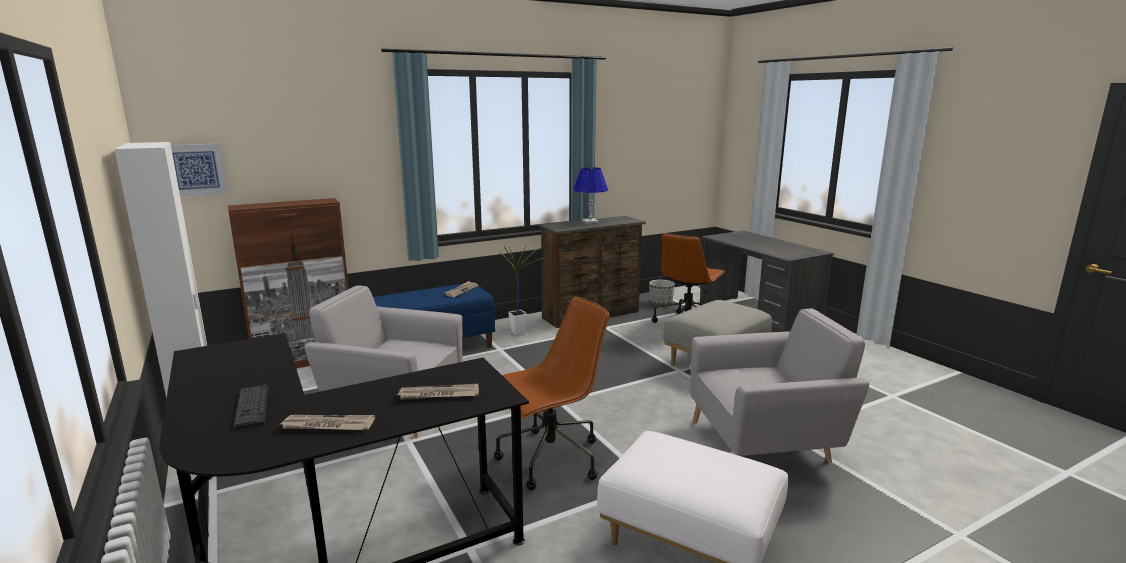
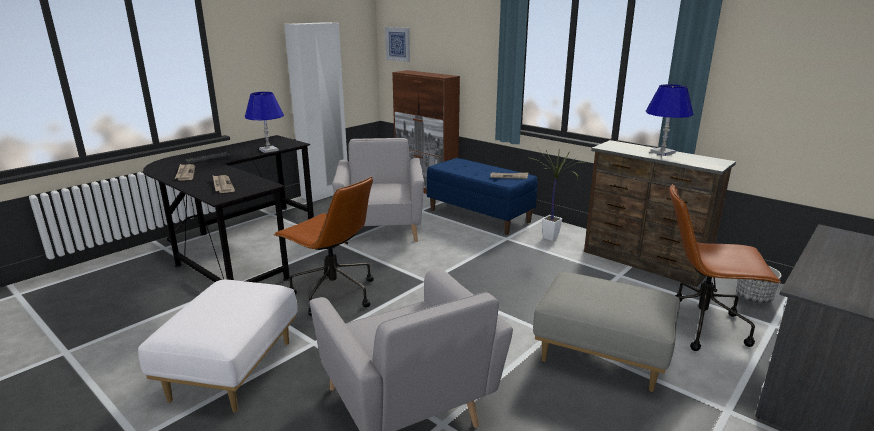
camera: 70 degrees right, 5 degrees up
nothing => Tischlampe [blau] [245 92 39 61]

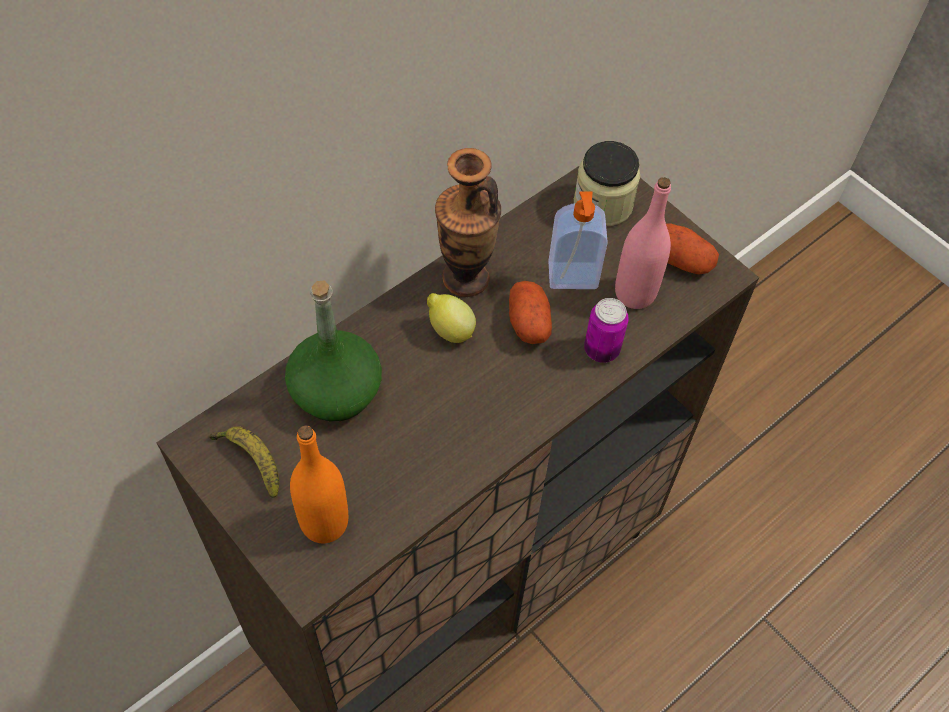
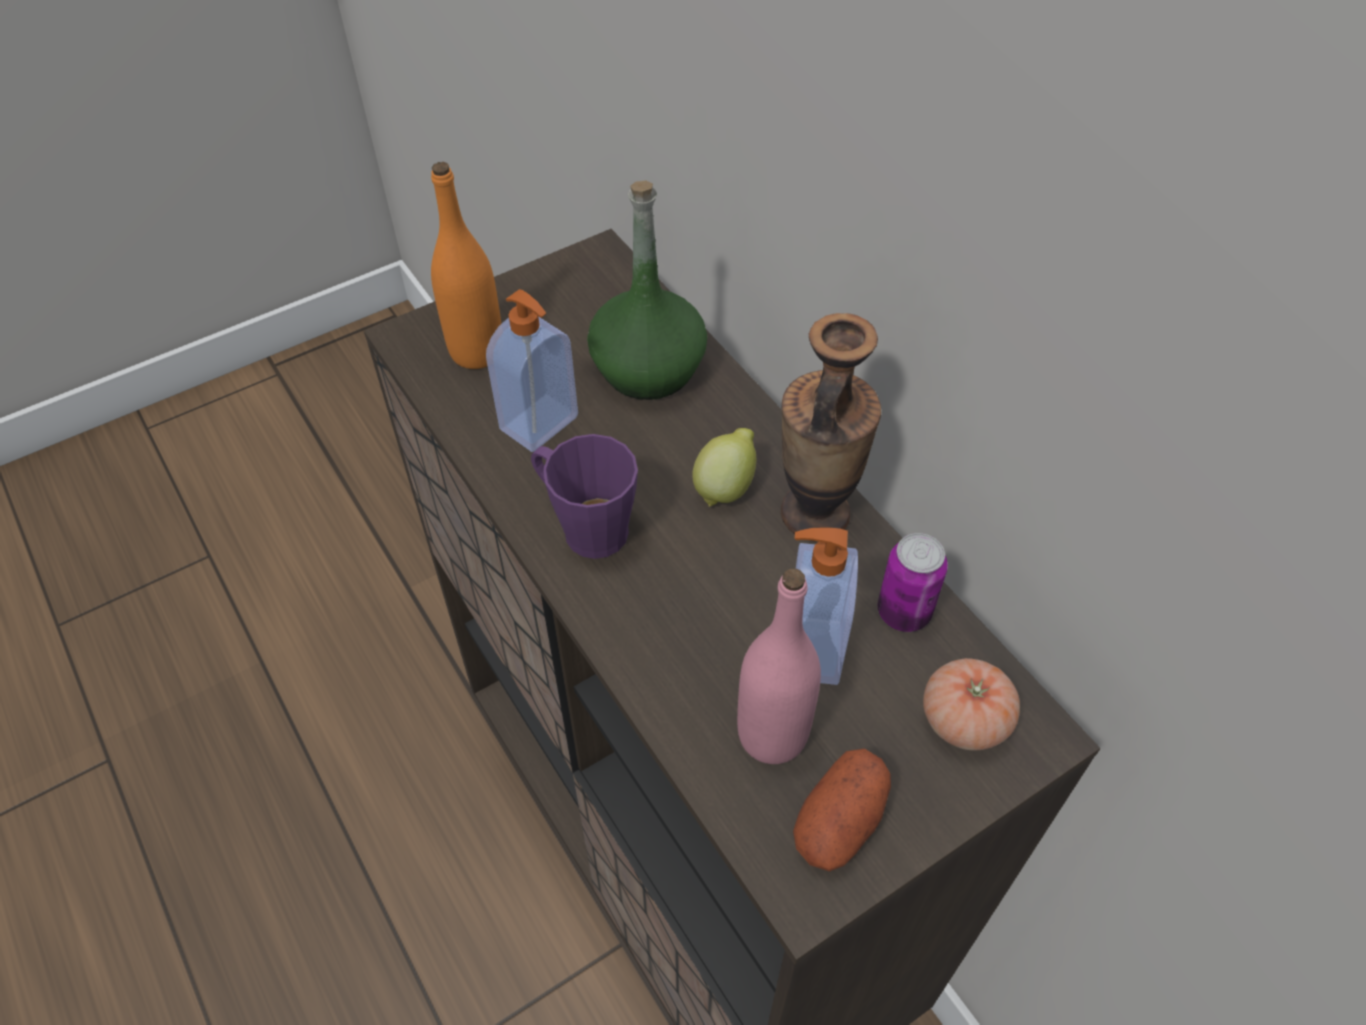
camera: 100 degrees right, 5 degrees down
Banane [209 426 70 72] => nothing
Kartoffel [509 281 43 63] => nothing
Vorratsglas [574 141 66 85] => Tomate [923 658 97 93]
Dose [584 298 45 65] => Dose [878 533 70 99], moved
nothing => Seifenspender [486 289 92 163]
nothing => Henkelbecher [lila] [531 434 107 125]

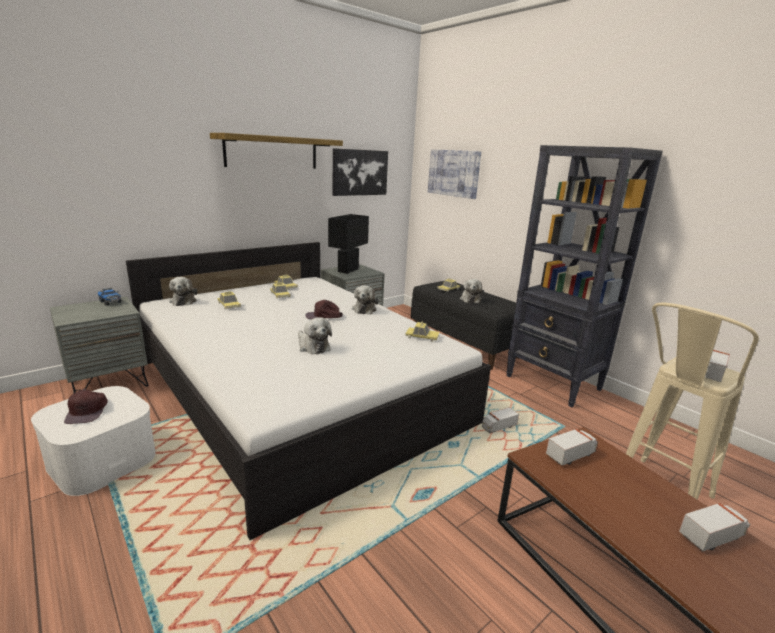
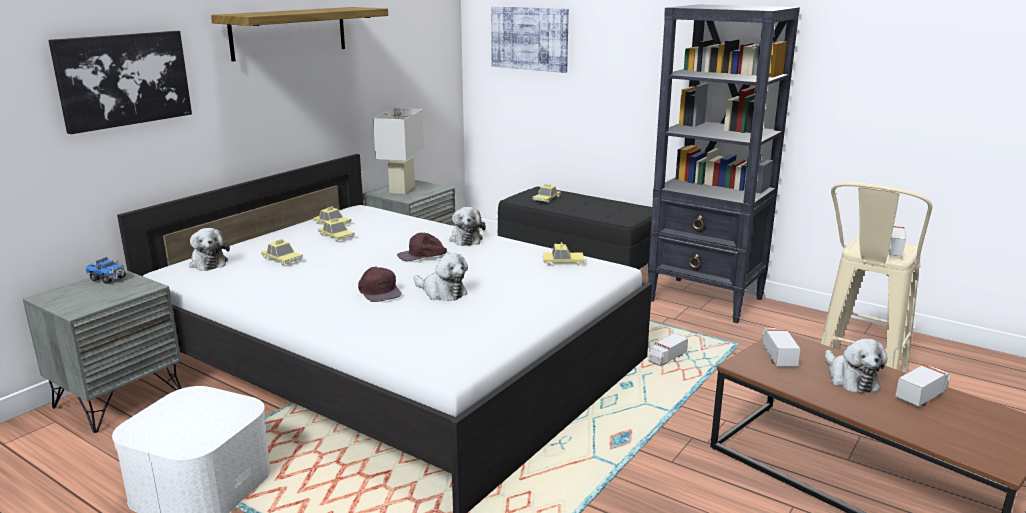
camera: 15 degrees left, 0 degrees up
Kappe [braun] [64 389 44 35] => Kappe [braun] [358 266 43 36], moved
Tischlampe [schwarz] [328 214 41 60] => Tischlampe [weiß] [373 108 51 87]
Bild [333 148 55 48] => Bild [48 31 144 103], moved
Plüschtier [460 279 24 25] => Plüschtier [825 339 62 55], moved
Spielzeuglaster [546 429 52 37] => Spielzeuglaster [762 328 39 38], 45 degrees counterclockwise

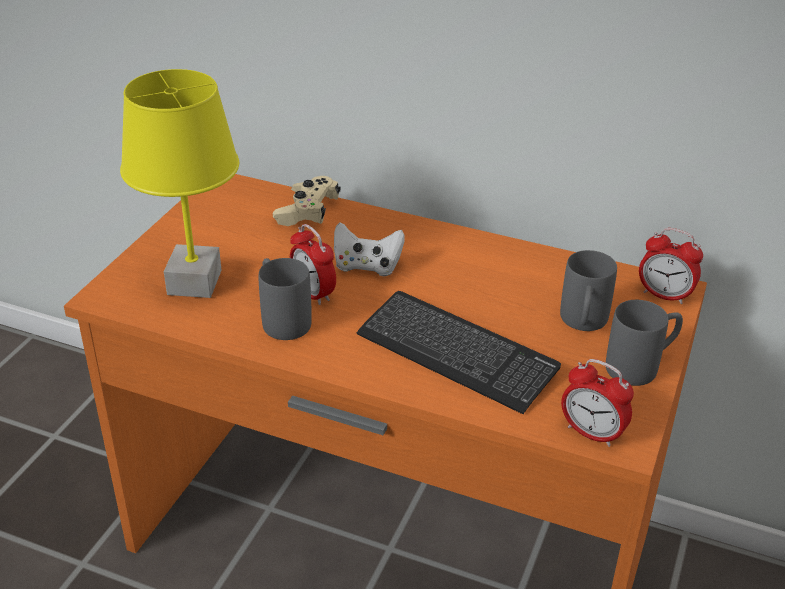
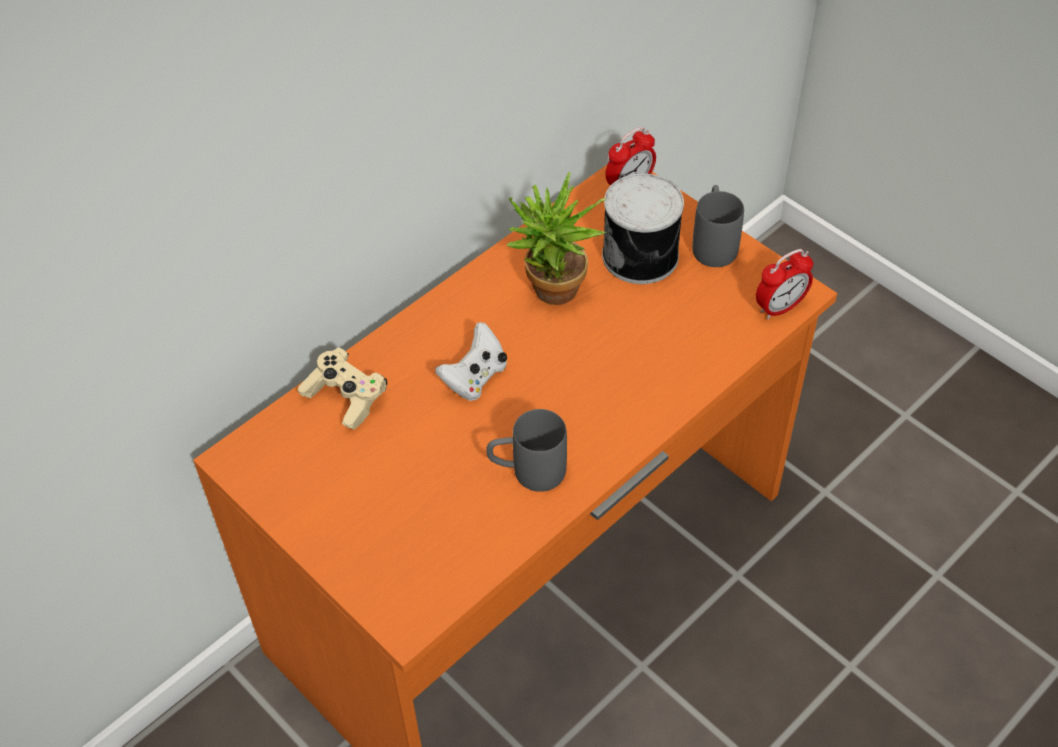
camera: 65 degrees left, 15 degrees up
Tischlampe [gelb] [120 69 119 229] => nothing
Wecker [290 224 46 81] => nothing
Tastatur [357 291 204 123] => nothing
Henkelbecher [grau] [560 250 57 81] => Dose [602 173 82 111]
nothing => Topfpflanze [507 172 99 133]

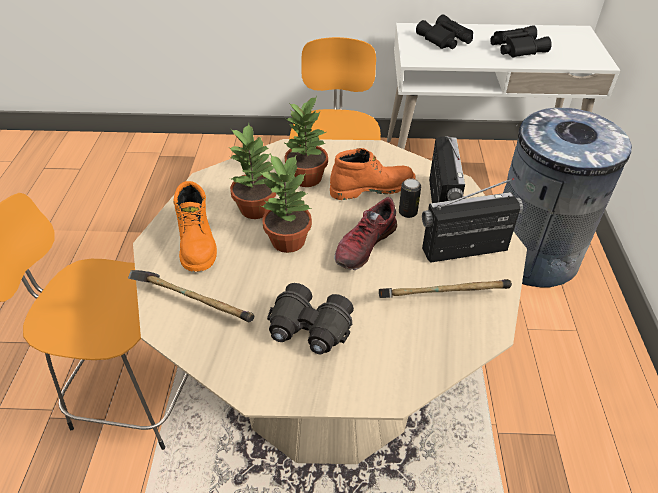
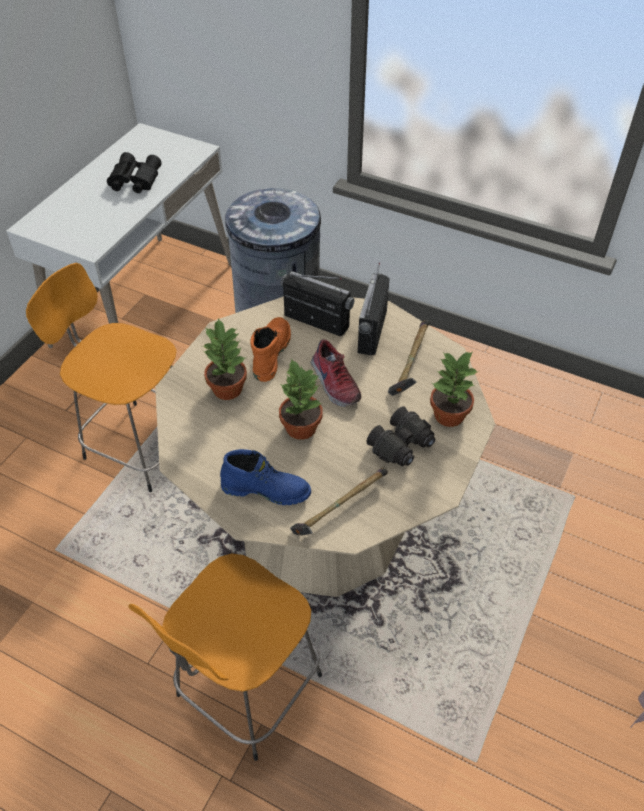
camera: 65 degrees left, 5 degrees up
Stiefel [orange] [173 181 44 91] => Stiefel [blau] [220 449 91 56]
Topfpflanze [229 123 47 96] => Topfpflanze [430 352 49 75], moved
Dose [399 178 22 40] => nothing
Fernglas [schwarz] [416 14 57 35] => nothing

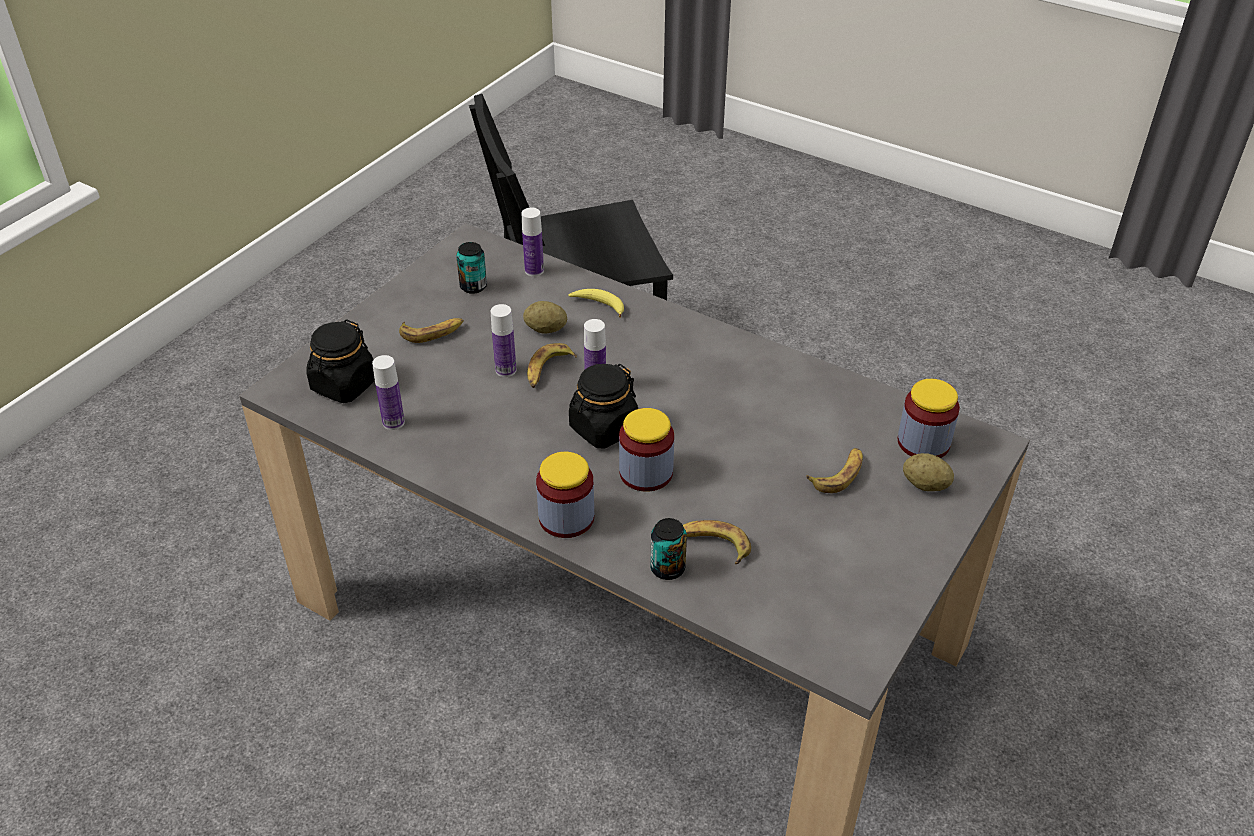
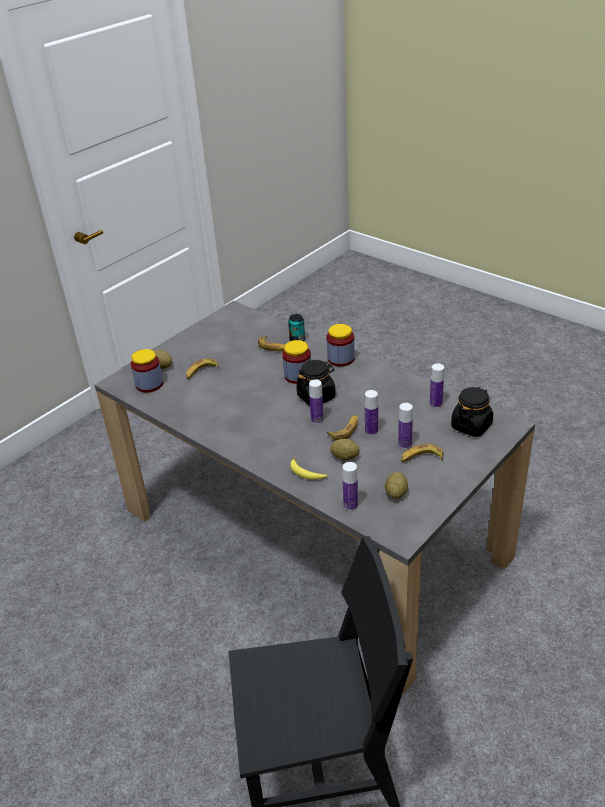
camera: 170 degrees left, 5 degrees down
Dose [456 242 31 52] => Kartoffel [385 472 23 27]
nothing => Flasche [398 403 15 46]

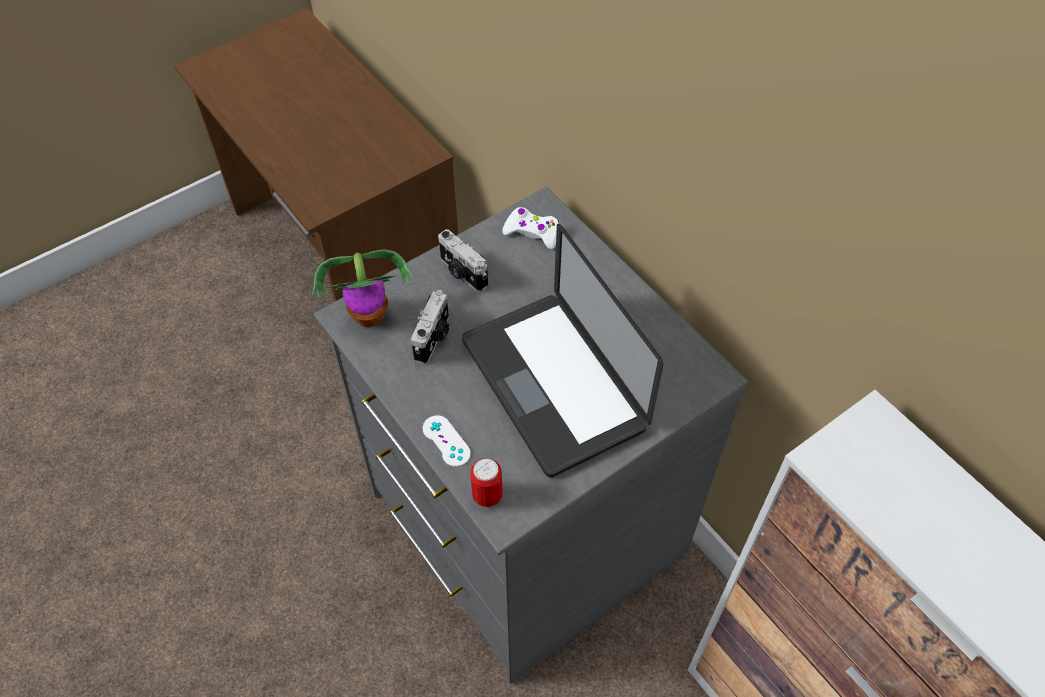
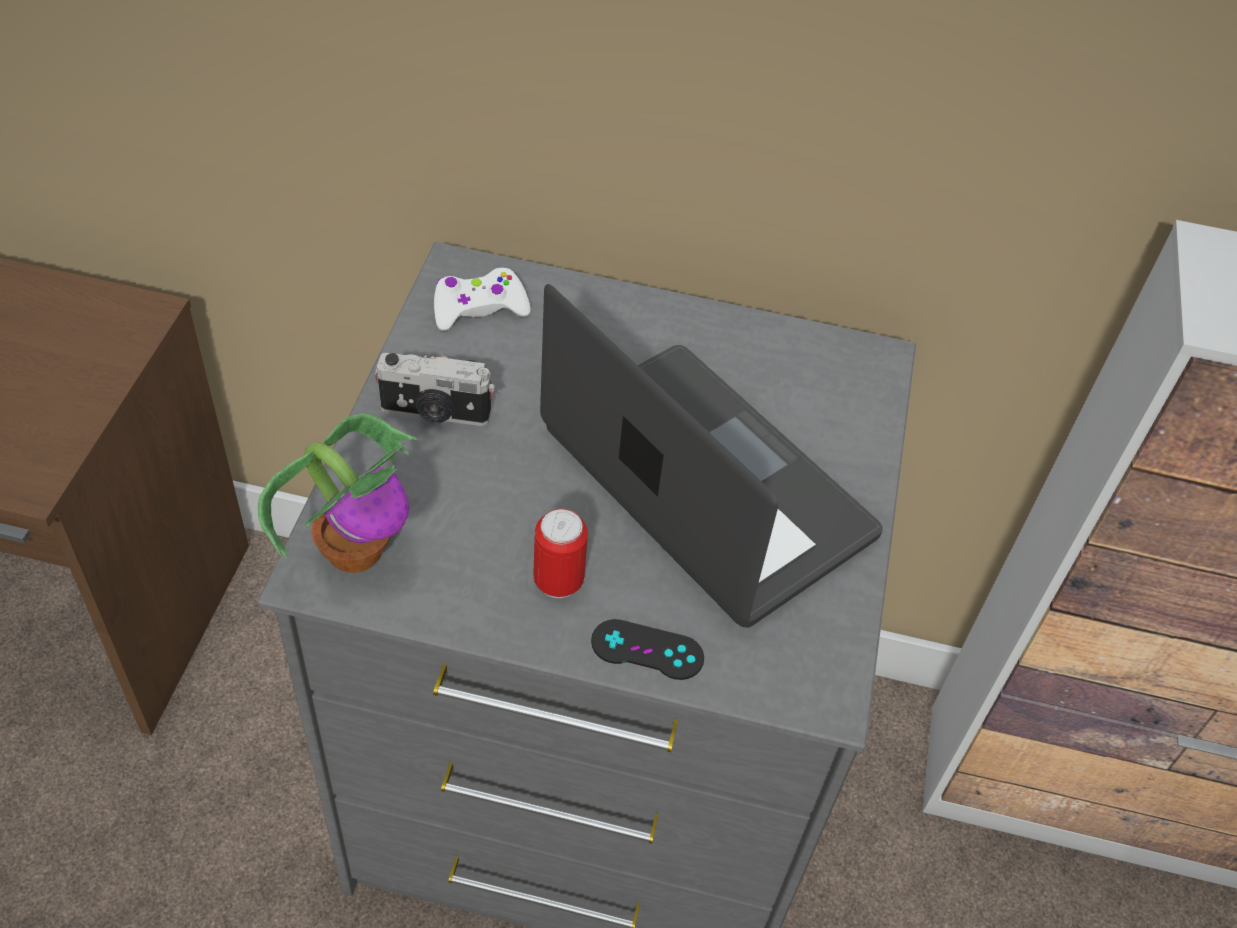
camera: 45 degrees left, 5 degrees down
Kamera [411 290 38 75] => nothing
Gamepad [weiß] [423 415 48 52] => Gamepad [schwarz] [591 619 113 61]
Laptop [462 224 201 253] => Laptop [540 284 343 343], 150 degrees counterclockwise
Dose [470 458 33 49] => Dose [533 508 55 90], moved

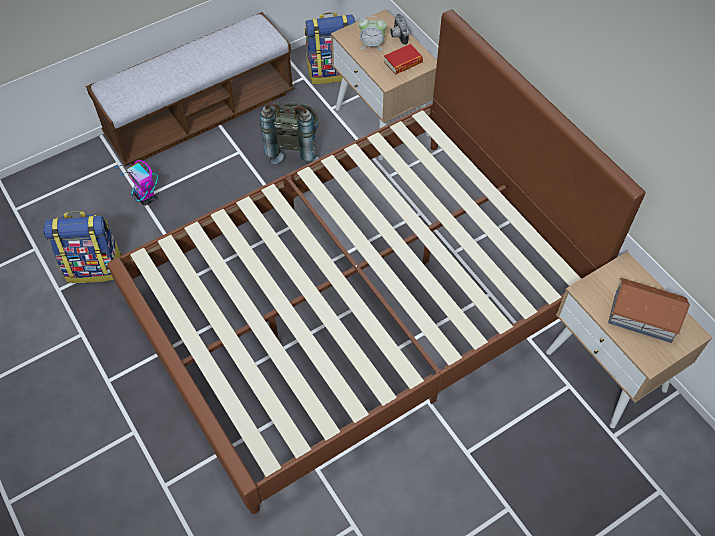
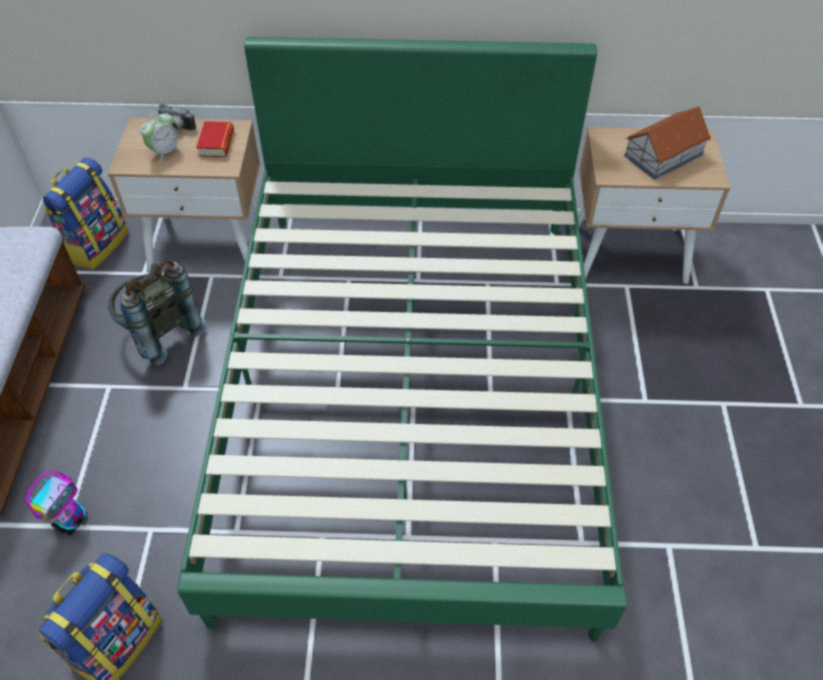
camera: 55 degrees left, 5 degrees down
Bett [braun] [107 10 538 504] => Bett [grün] [177 37 450 605]
Spielzeugroboter [115 160 43 46] => Spielzeugroboter [26 471 61 65], 60 degrees counterclockwise

